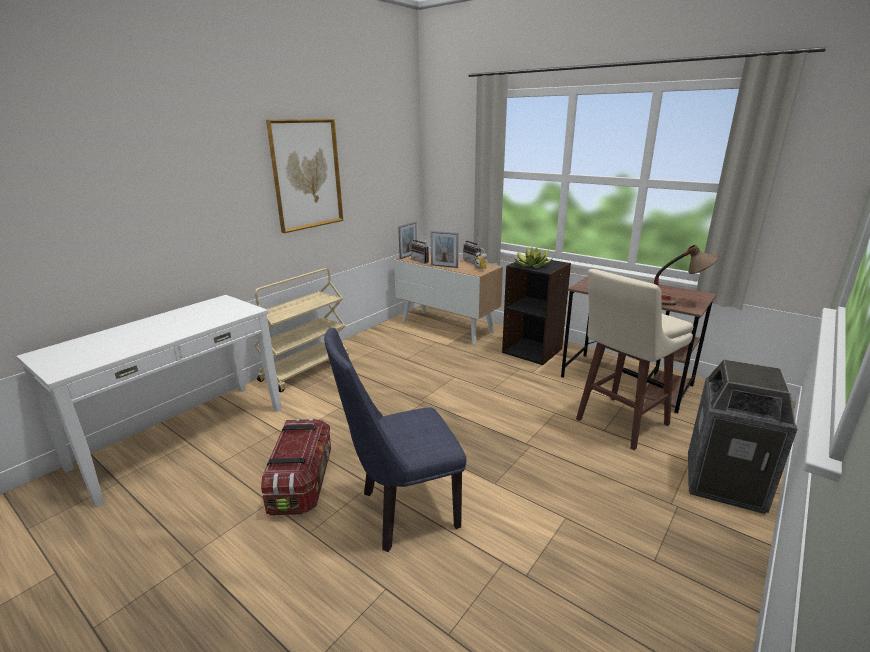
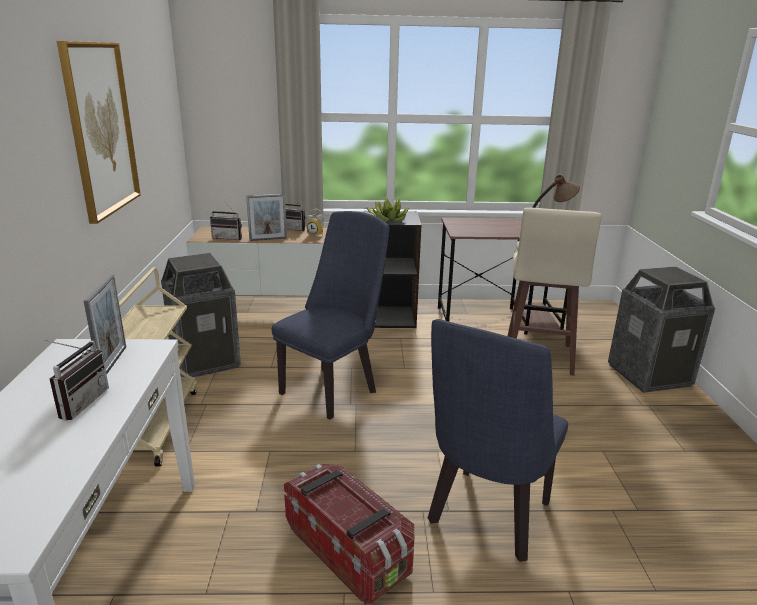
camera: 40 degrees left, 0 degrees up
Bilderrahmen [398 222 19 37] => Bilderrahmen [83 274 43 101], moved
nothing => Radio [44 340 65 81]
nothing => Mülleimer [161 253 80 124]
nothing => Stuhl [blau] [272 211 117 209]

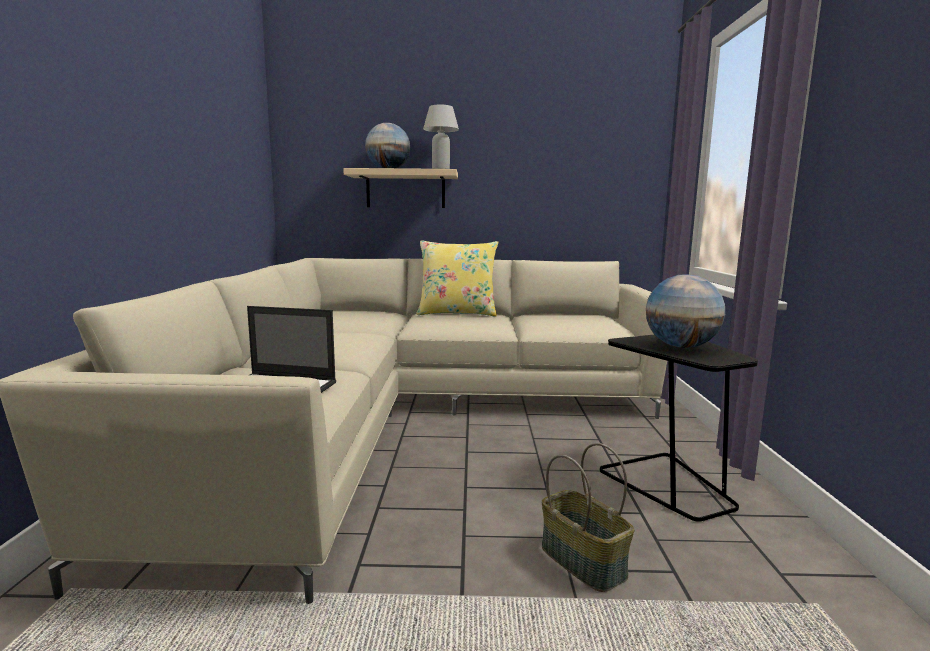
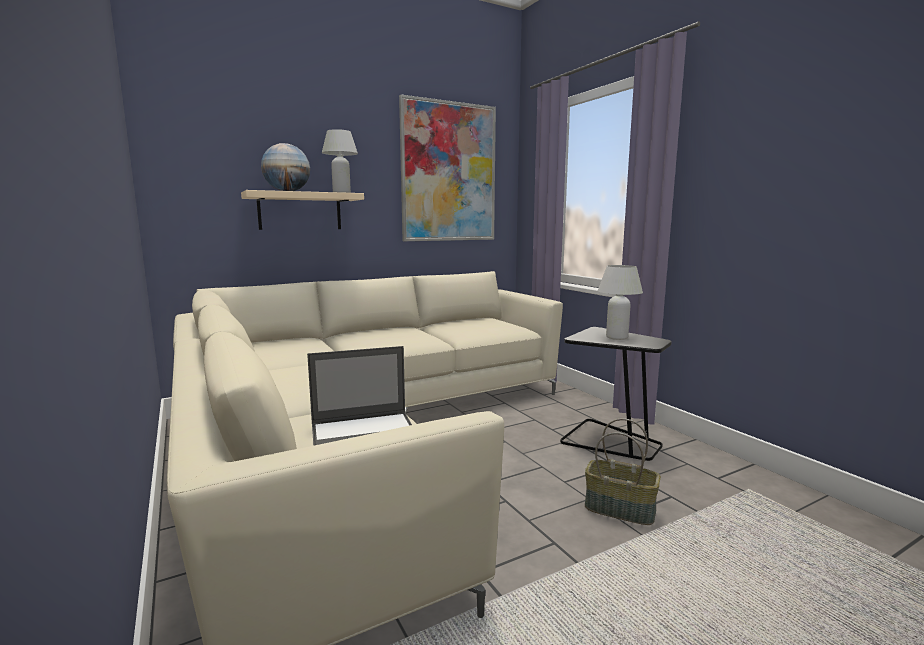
camera: 30 degrees left, 0 degrees up
Kissen [gelb] [416 240 82 77] => nothing
Globus [646 274 79 74] => Tischlampe [weiß] [598 265 45 75]
nothing => Bild [399 94 97 147]

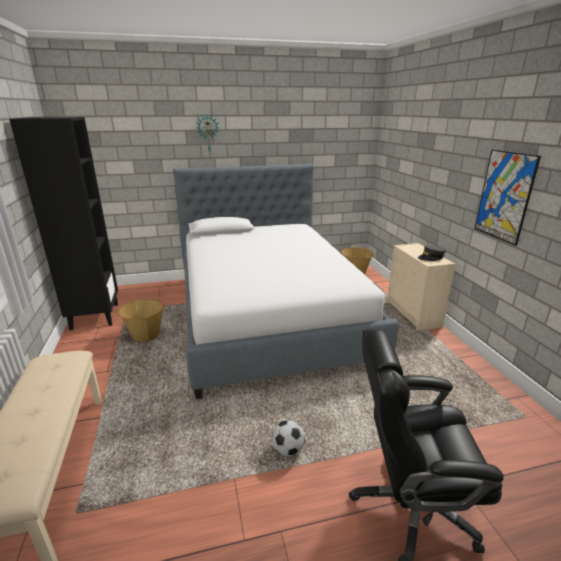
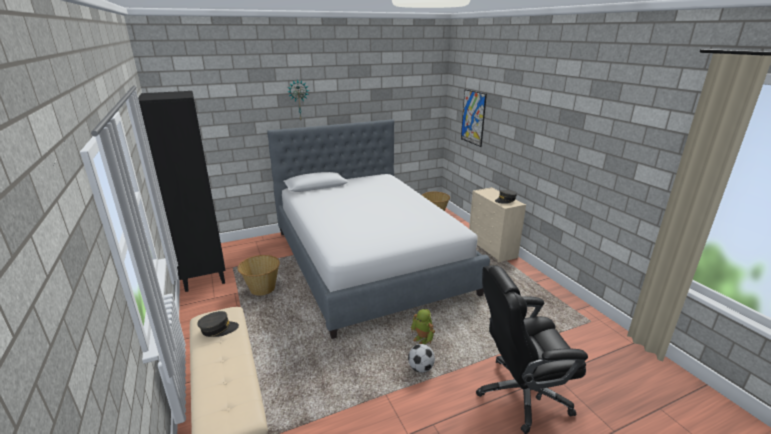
camera: 10 degrees left, 0 degrees up
Bild [474 149 67 97] => Bild [461 89 26 58], moved
nothing => Kappe [grau] [197 311 42 26]
nothing => Spielzeugroboter [411 309 24 35]

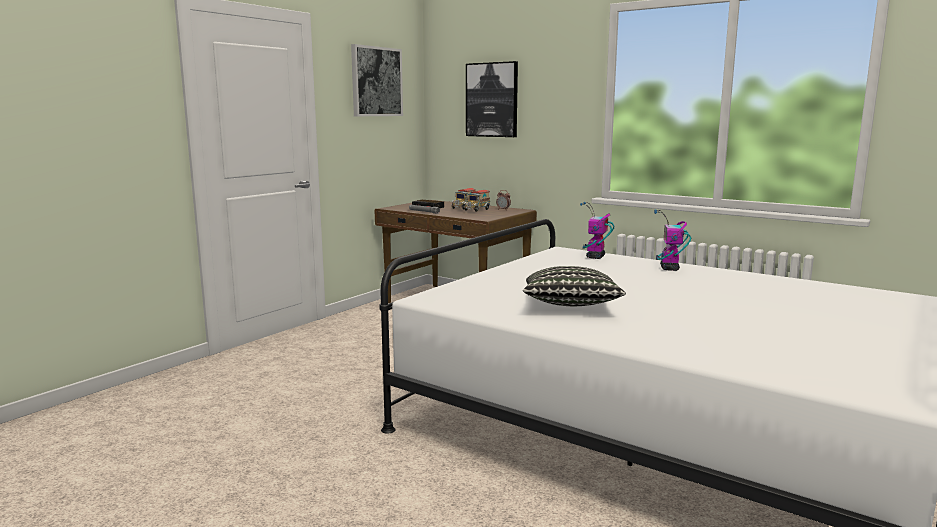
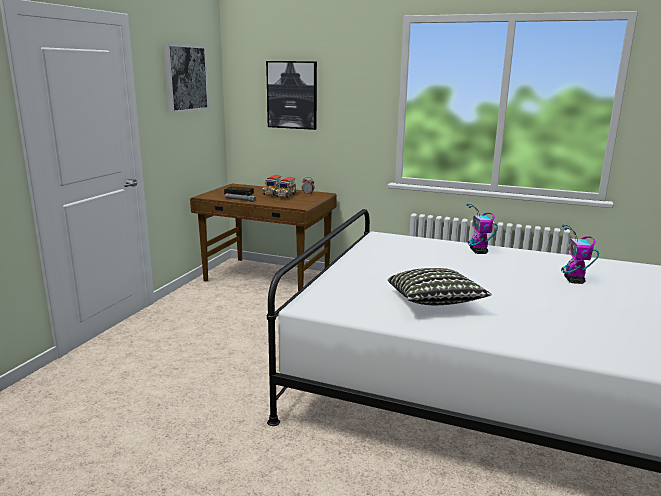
camera: 15 degrees left, 5 degrees up
Spielzeugroboter [580 202 34 57] => Spielzeugroboter [561 225 38 59], moved

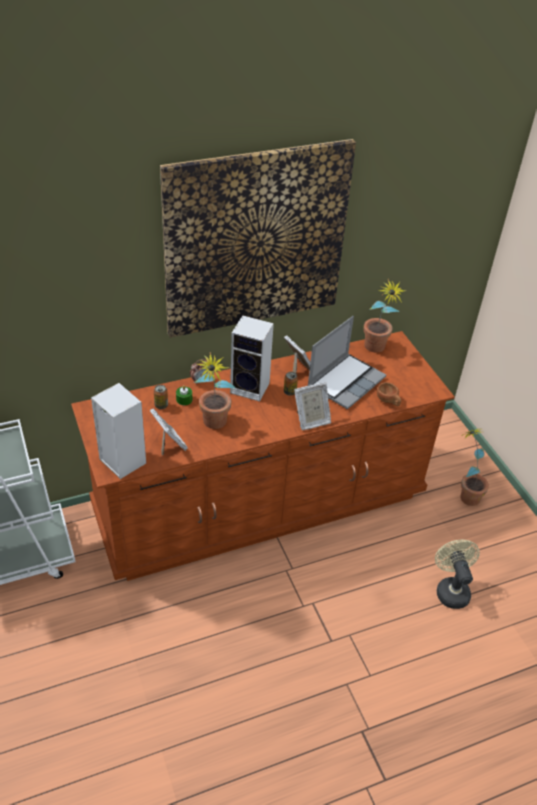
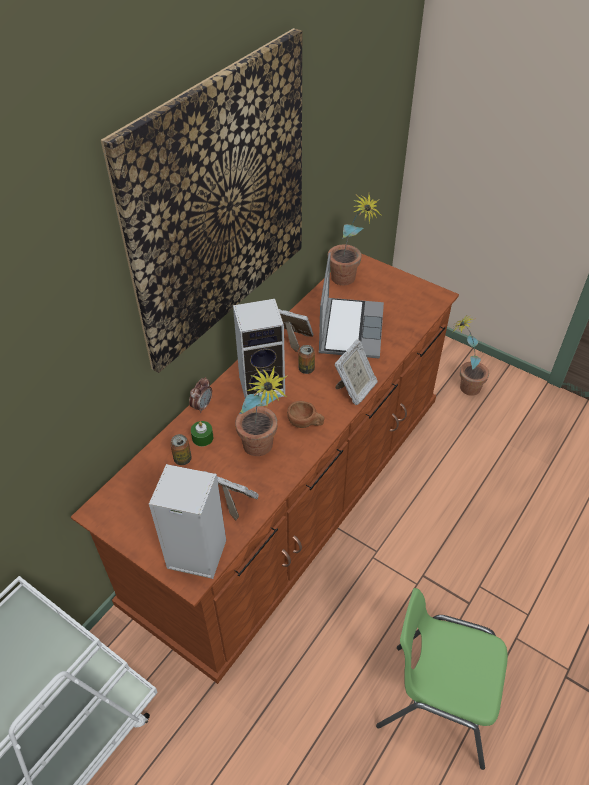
camera: 30 degrees left, 5 degrees up
Tasse [braun] [377 382 24 24] => Tasse [braun] [287 401 37 27], moved
Ventilator [beige] [435 540 45 69] => nothing
nothing => Stuhl [grün] [376 588 132 182]

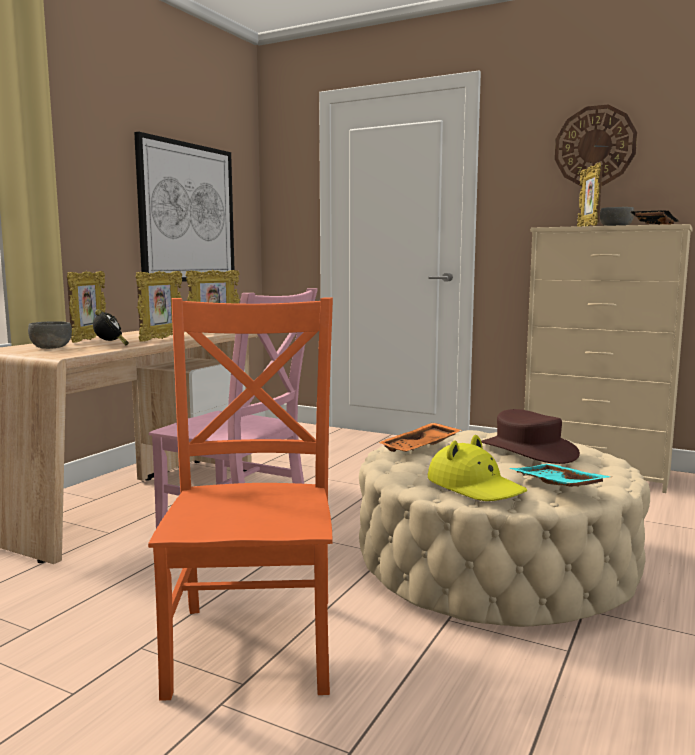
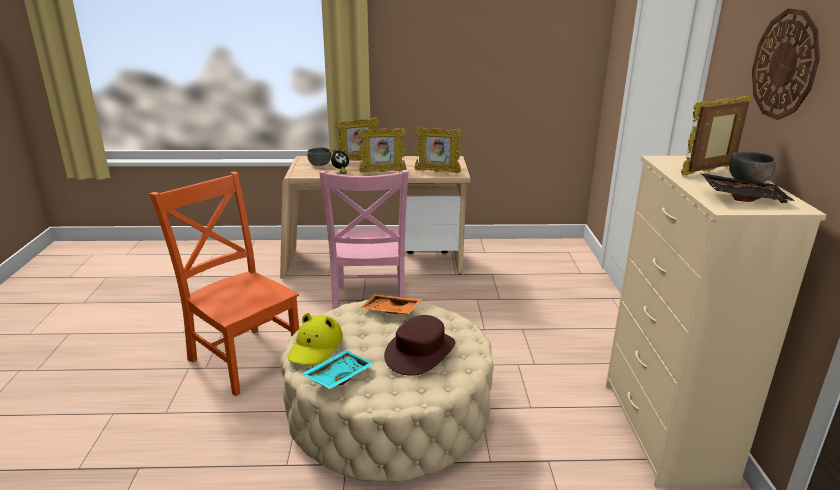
camera: 60 degrees right, 15 degrees up
Bild [134 132 100 150] => nothing
Stuhl [orange] [148 297 185 404] => Stuhl [orange] [150 171 149 225], 105 degrees counterclockwise

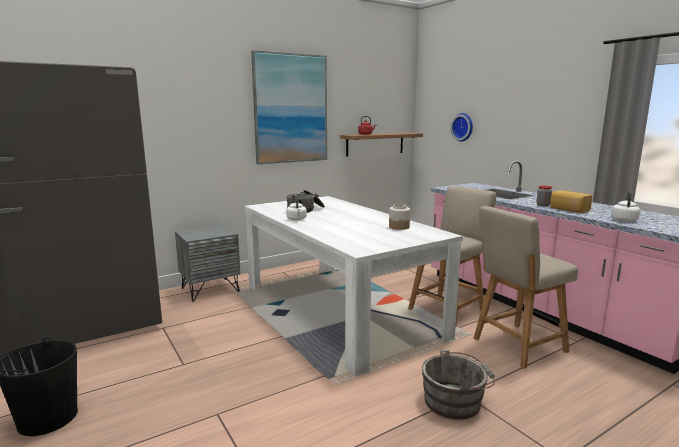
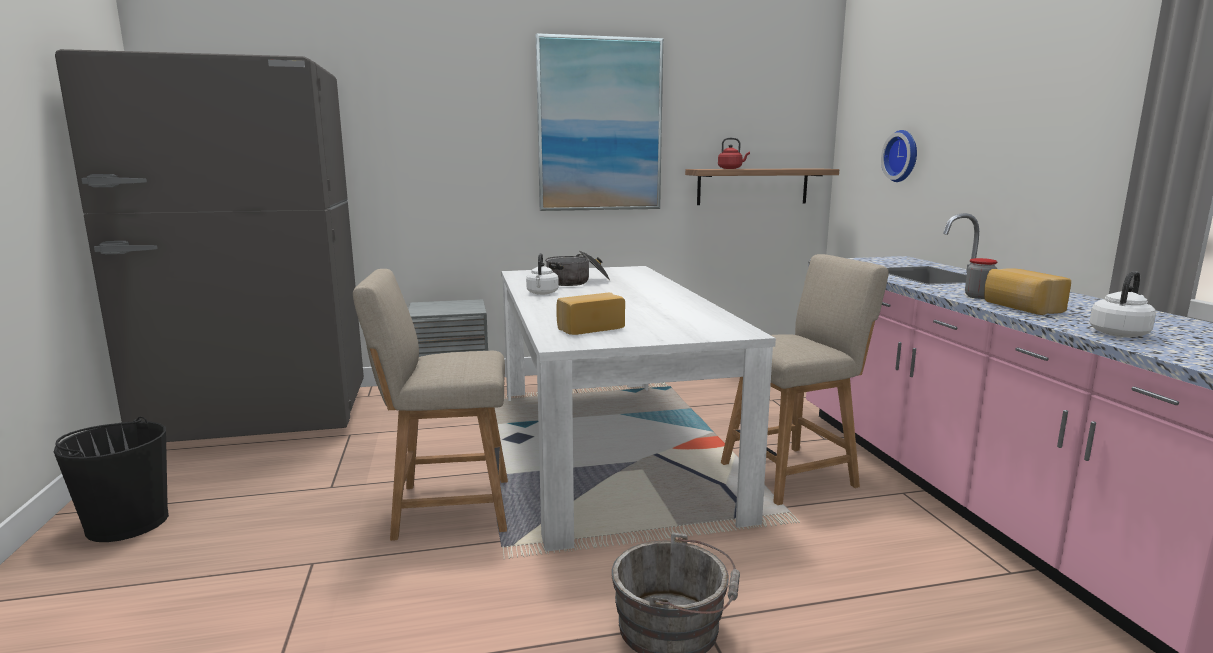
camera: 20 degrees right, 0 degrees up
Vorratsglas [389 204 21 26] => nothing
Stuhl [beige] [474 206 104 163] => Stuhl [beige] [353 269 155 272], moved
nothing => Brot [556 293 69 42]

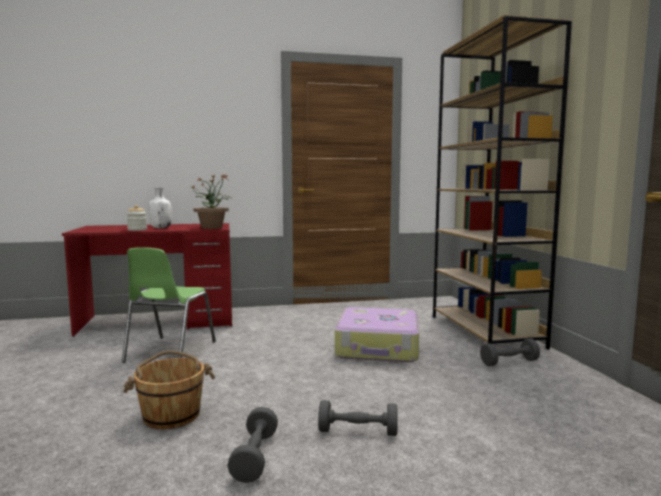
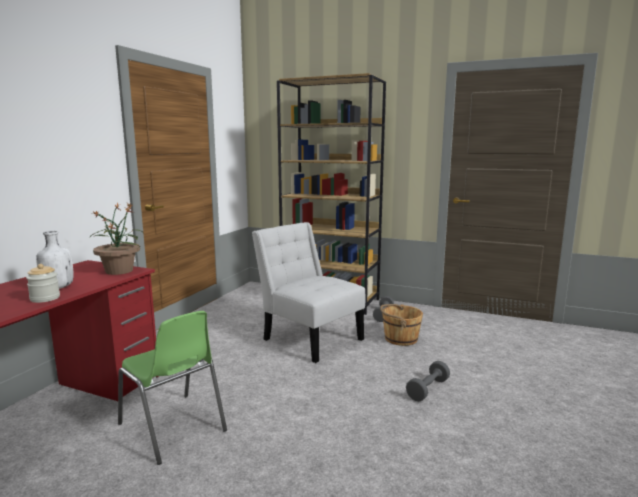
camera: 55 degrees left, 5 degrees up
Eimer [braun] [123 351 92 78] => Eimer [braun] [380 304 43 42], moved
Hantel [grau] [227 407 51 76] => nothing
Koffer [335 307 84 55] => Stuhl [weiß] [252 222 114 141]

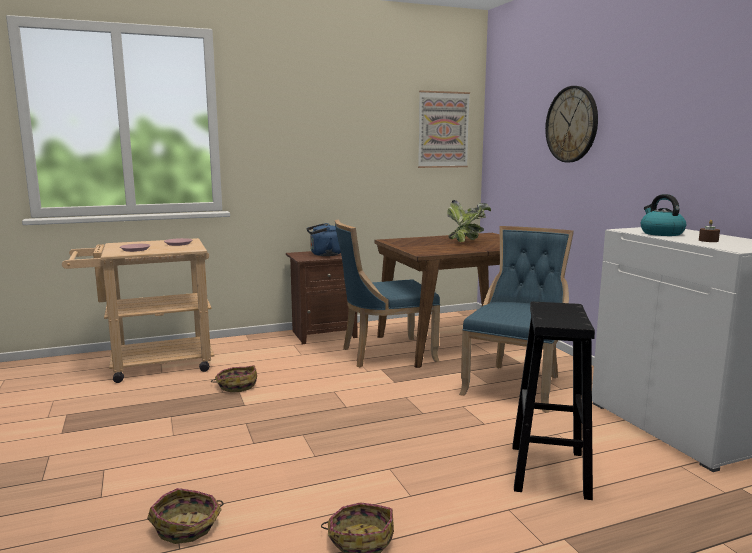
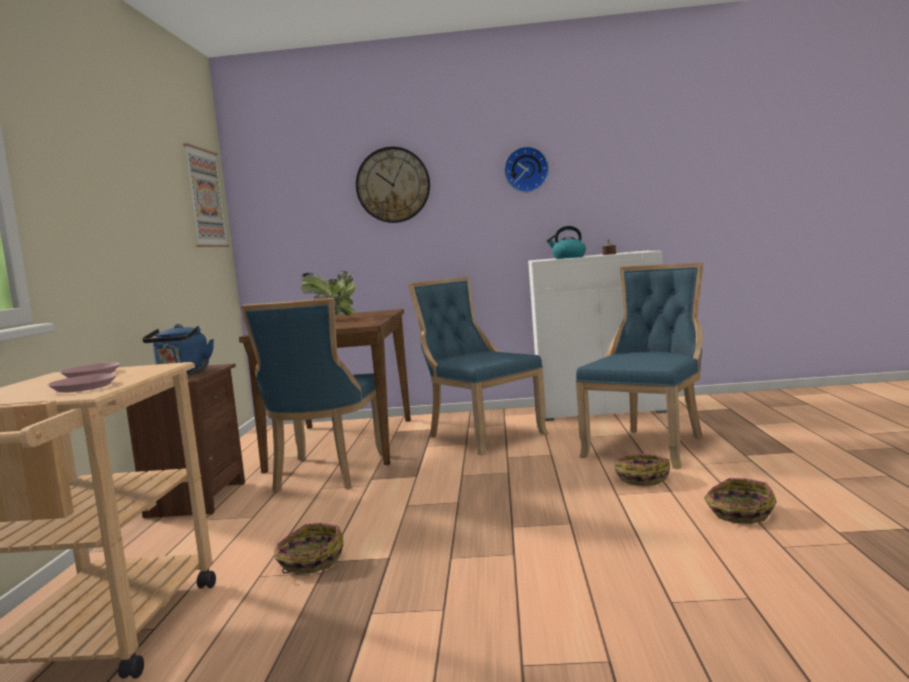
camera: 65 degrees left, 5 degrees down
Korb [147 488 77 56] => Korb [615 454 55 32], moved
Hocker [schwarz] [512 302 83 198] => Stuhl [blau] [576 263 127 206]
nothing => Wanduhr [504 146 45 47]

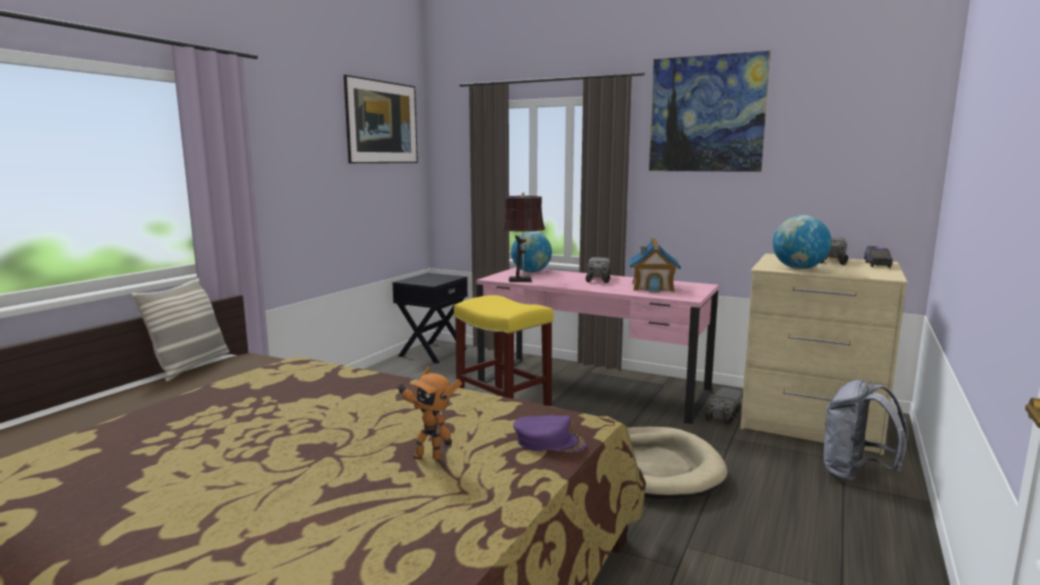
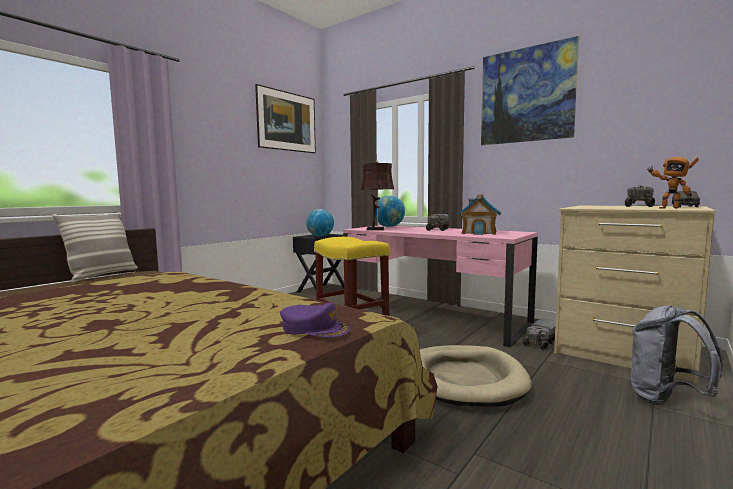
camera: 10 degrees right, 5 degrees down
Spielzeugroboter [397 366 65 95] => Spielzeugroboter [647 157 52 52], moved
Globus [773 215 58 54] => Globus [306 209 28 28], moved

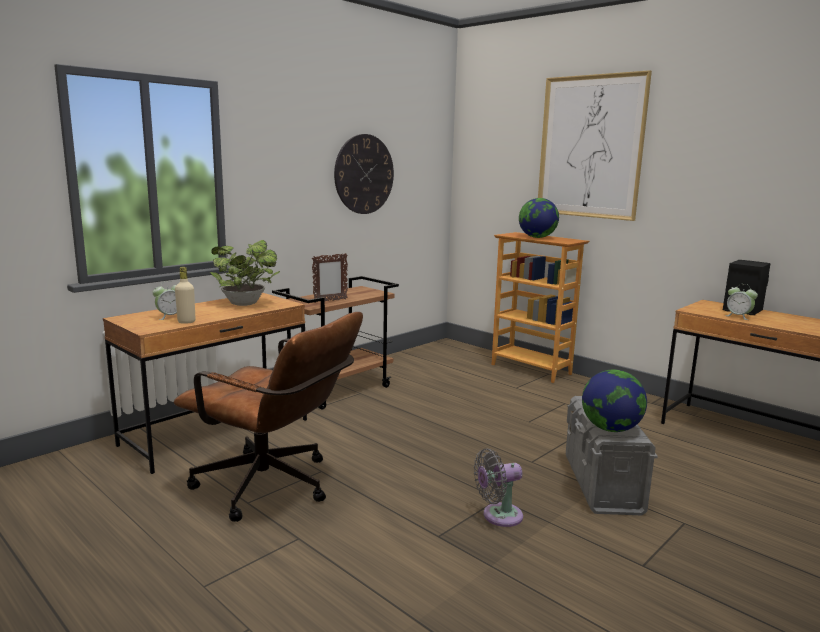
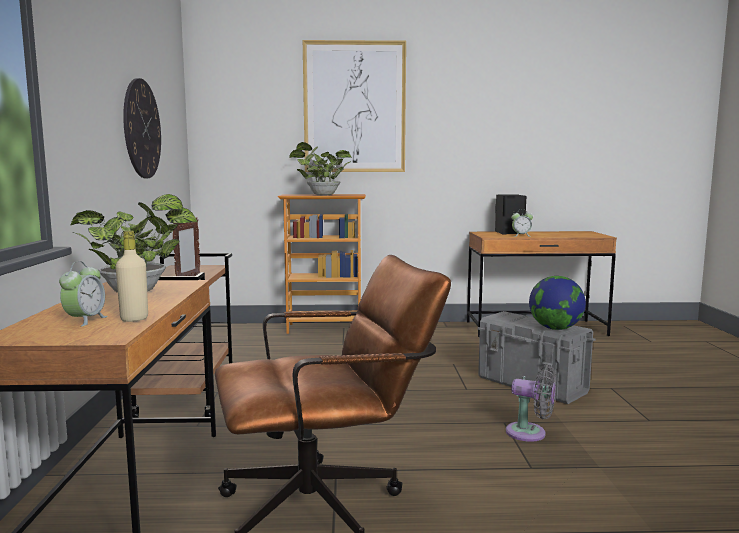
camera: 45 degrees left, 5 degrees down
Ventilator [grau] [474 448 49 79] => Ventilator [grau] [506 365 50 77], 90 degrees counterclockwise
Globus [519 198 40 40] => Topfpflanze [289 142 63 53]

